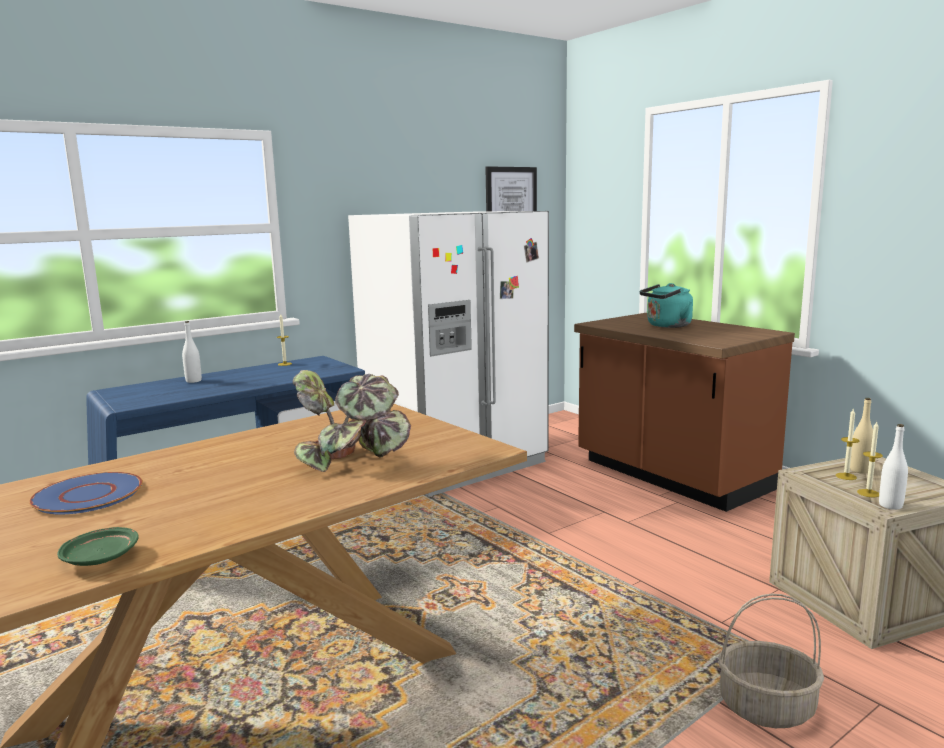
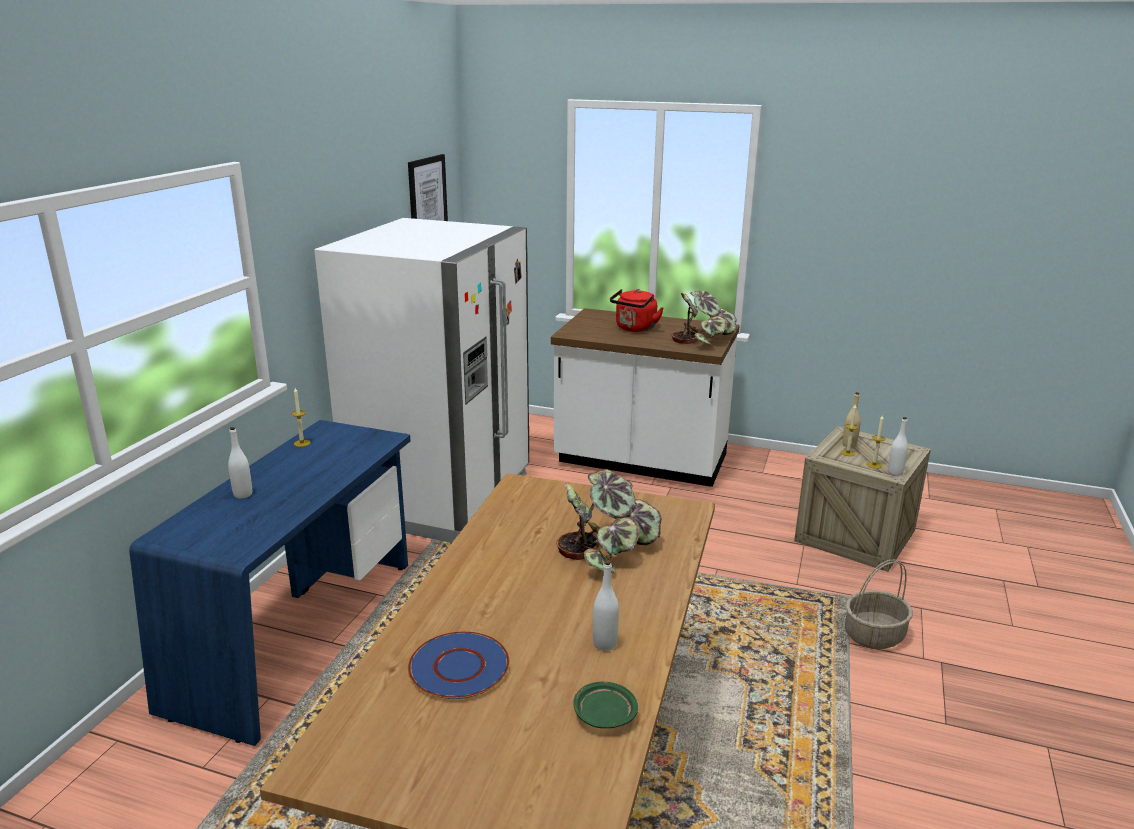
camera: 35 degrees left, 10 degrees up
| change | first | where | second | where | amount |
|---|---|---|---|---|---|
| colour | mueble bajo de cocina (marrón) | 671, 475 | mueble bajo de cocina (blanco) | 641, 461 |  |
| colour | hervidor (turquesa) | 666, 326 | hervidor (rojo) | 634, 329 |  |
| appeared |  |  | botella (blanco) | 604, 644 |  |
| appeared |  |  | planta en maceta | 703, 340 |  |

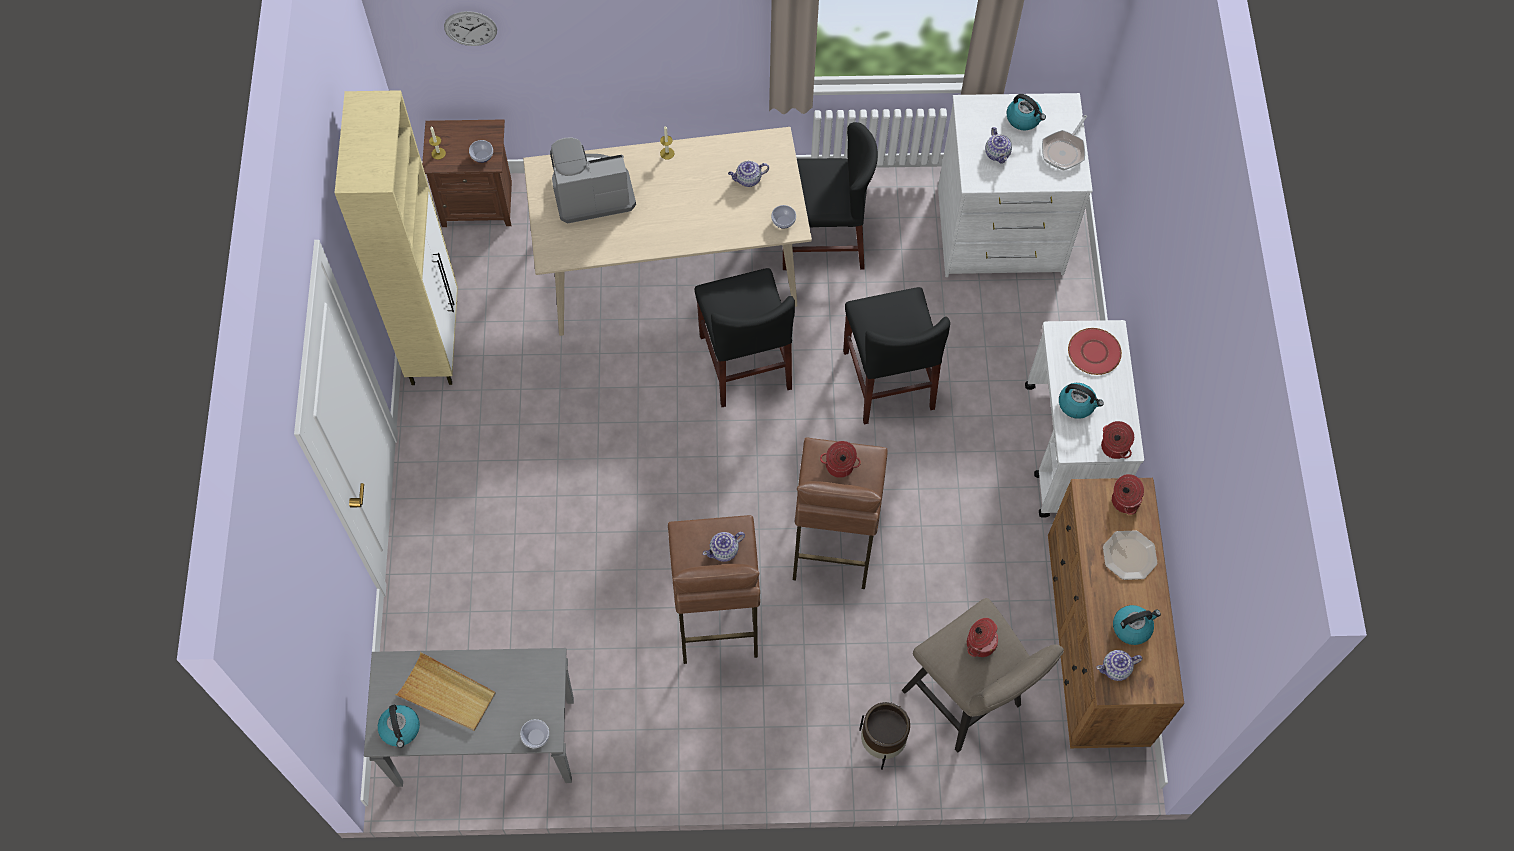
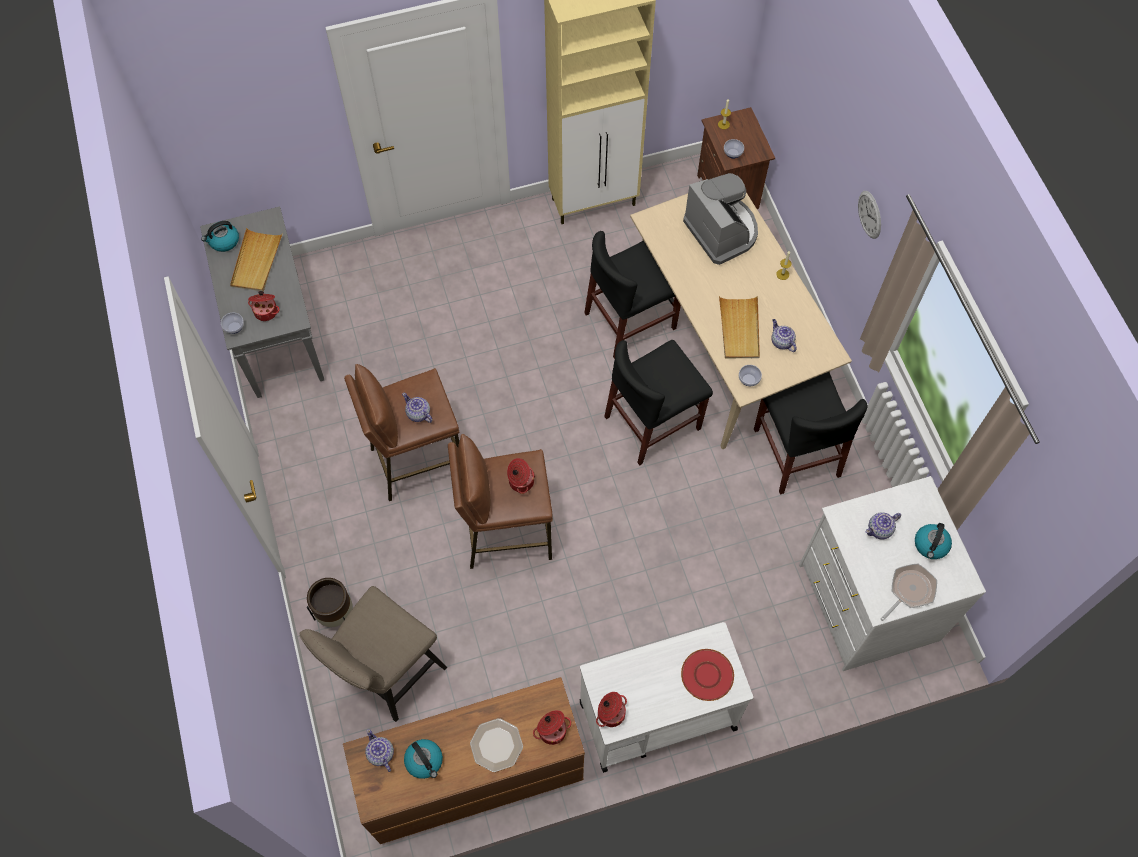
camera: 75 degrees right, 0 degrees up
| change | first | where | second | where | amount |
|---|---|---|---|---|---|
| relocated | reloj de pared | 470, 28 |  | 869, 214 |  |
| relocated | silla (negro) | 888, 379 |  | 630, 320 |  |
| relocated | olla | 980, 643 |  | 266, 311 |  |
| spun | sartén | 1064, 150 |  | 909, 590 | 120 degrees clockwise |
| missing | hervidor | 1077, 404 |  |  |  |
| appeared |  |  | bandeja (beis) | 739, 329 |  |

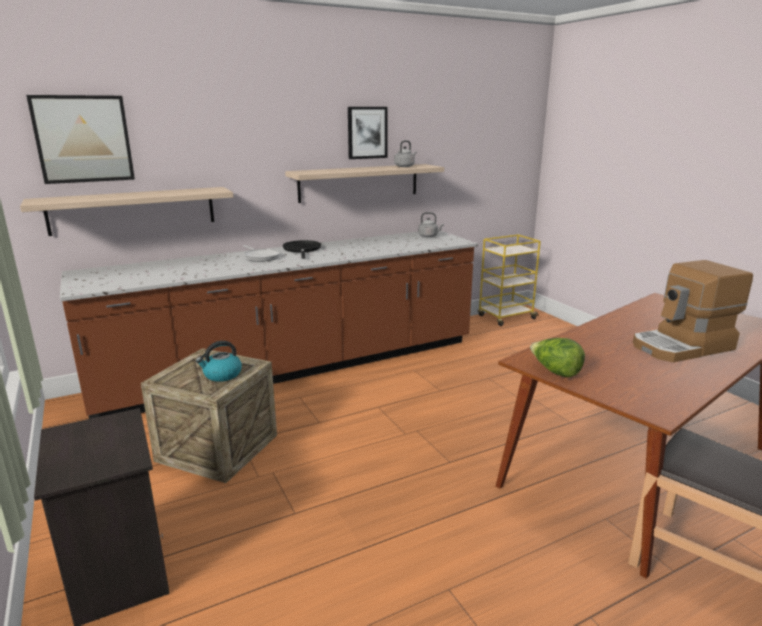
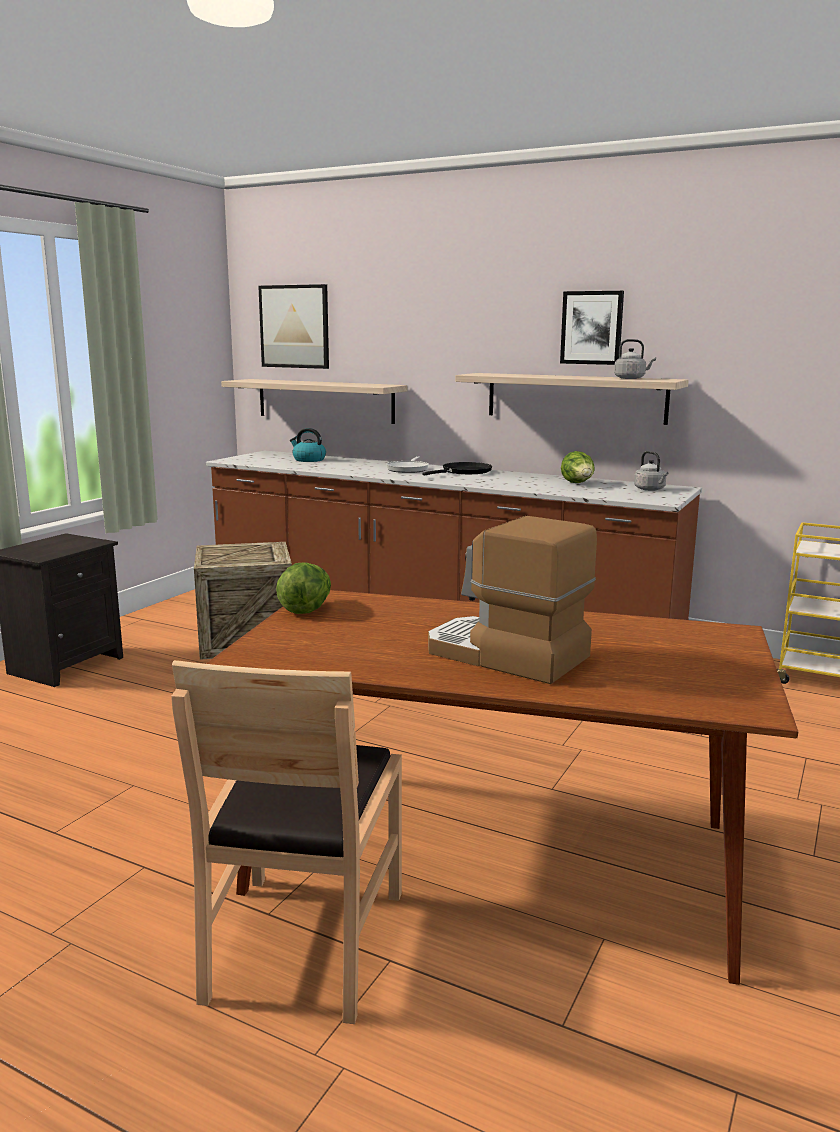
camera: 55 degrees right, 5 degrees down
| change | first | where | second | where | amount |
|---|---|---|---|---|---|
| relocated | hervidor | 222, 375 |  | 308, 460 |  |
| appeared |  |  | lechuga | 578, 484 |  |

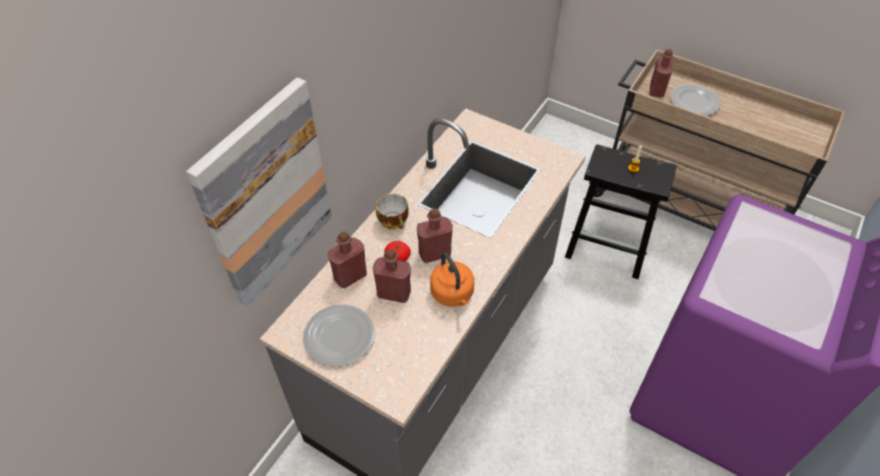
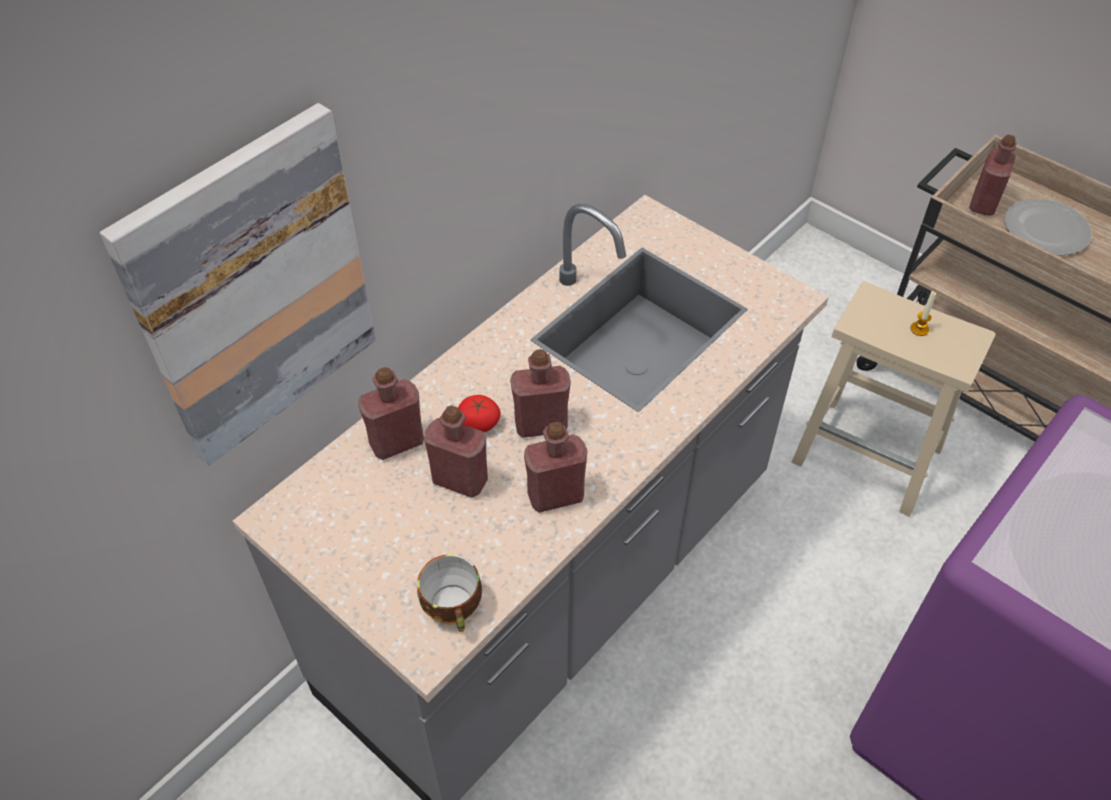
camera: 10 degrees right, 0 degrees up
| change | first | where | second | where | amount |
|---|---|---|---|---|---|
| missing | plato | 338, 336 |  |  |  |
| relocated | taza | 394, 222 |  | 454, 607 |  |
| exchanged | hervidor (naranja) | 453, 294 | botella (rojo) | 555, 495 |  |
| colour | taburete (negro) | 609, 247 | taburete (beis) | 869, 455 |  |

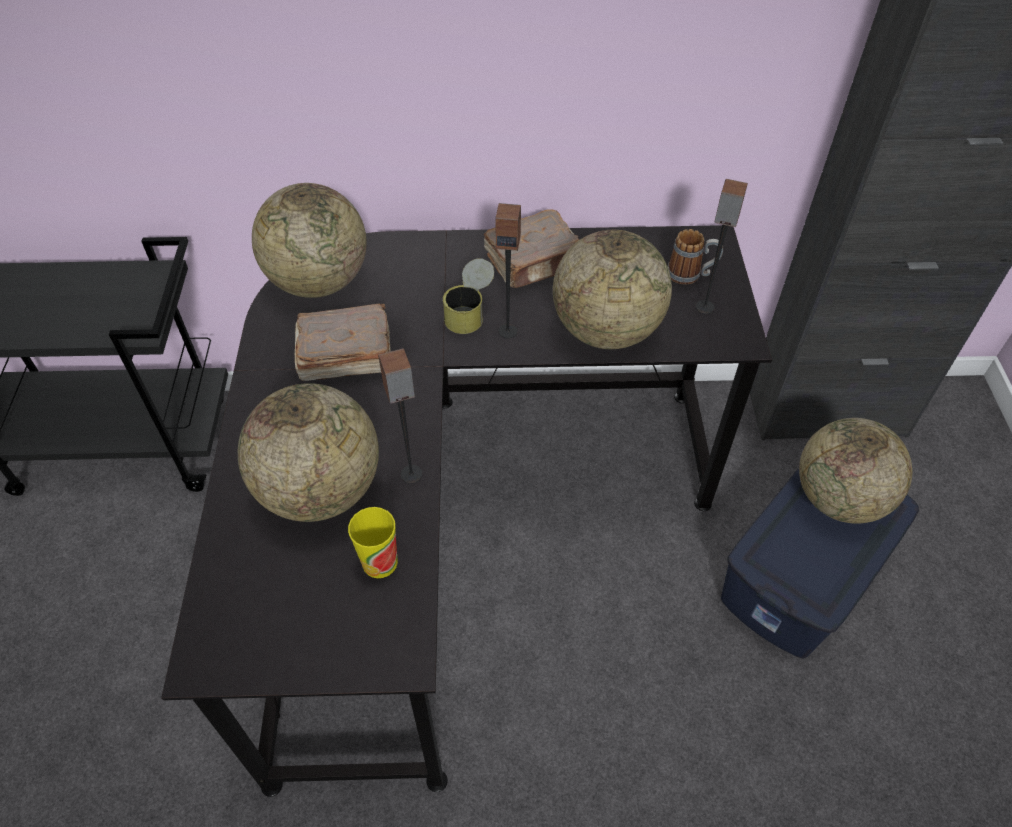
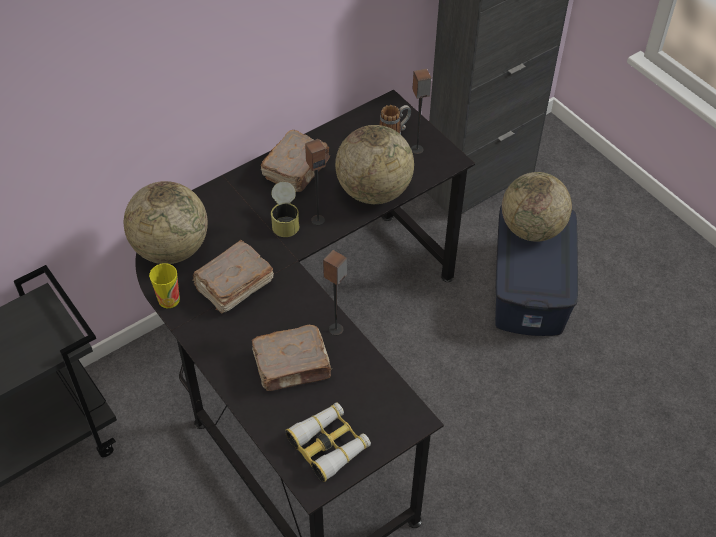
camera: 35 degrees left, 0 degrees up
| change | first | where | second | where | amount |
|---|---|---|---|---|---|
| exchanged | globo terráqueo | 321, 490 | libro (marrón) | 293, 366 |  |
| relocated | taza | 380, 562 |  | 169, 299 |  |
| appeared |  |  | prismáticos | 329, 445 |  |

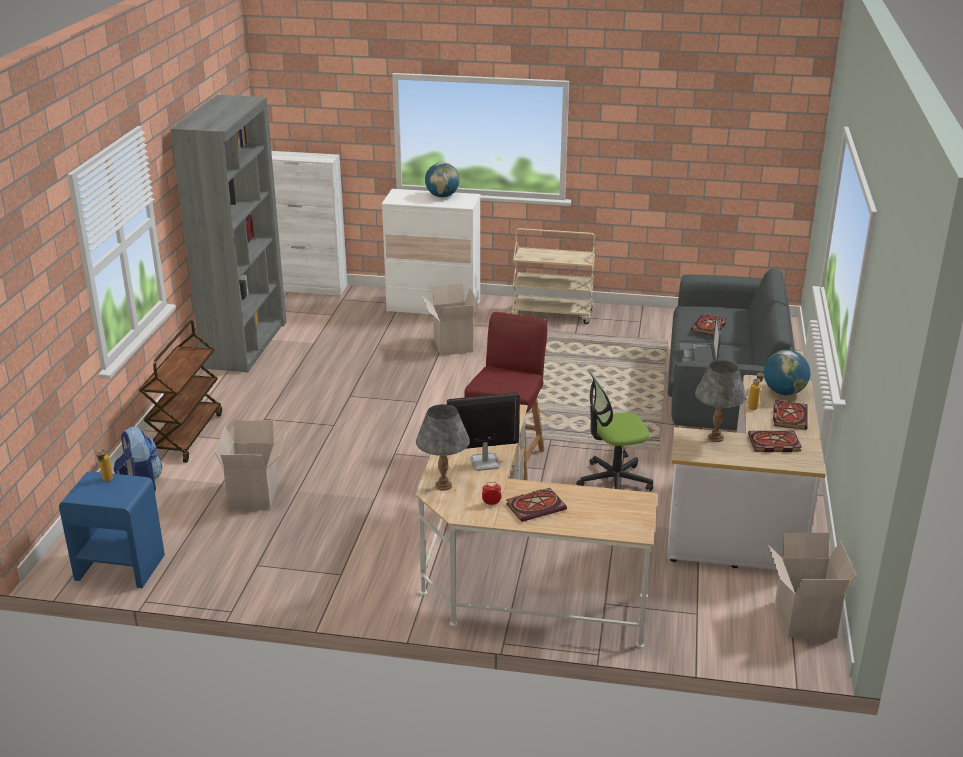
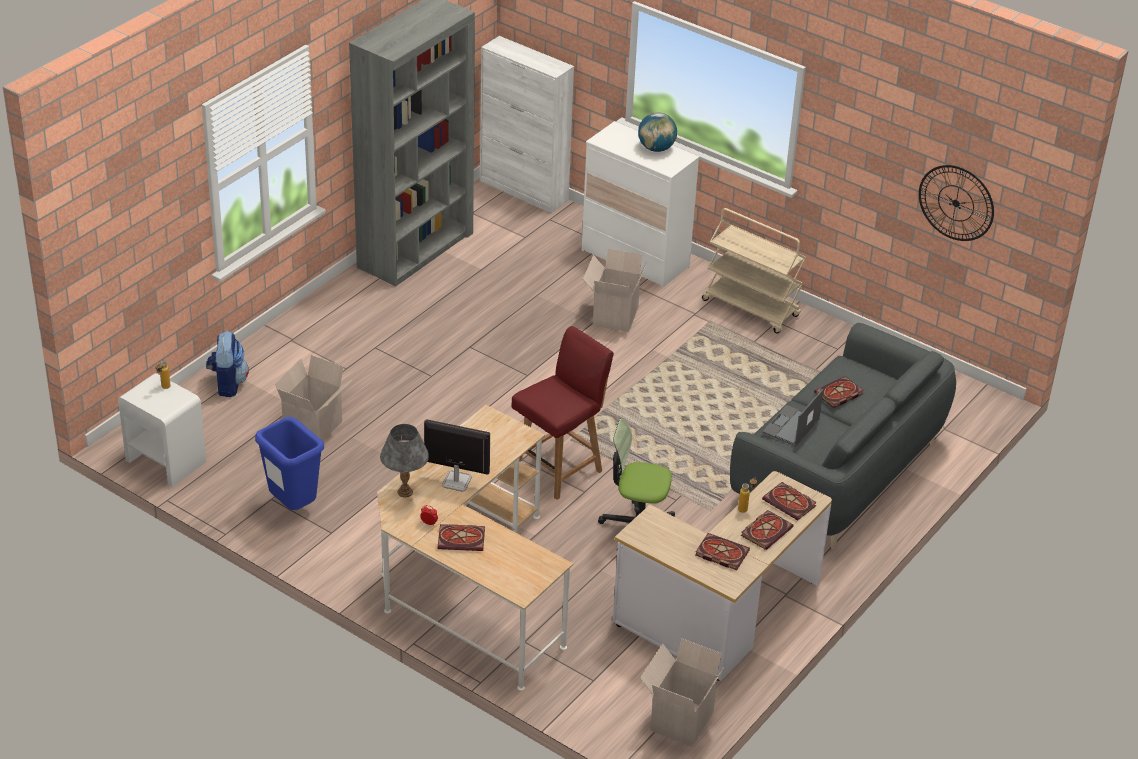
camera: 25 degrees right, 10 degrees up
| change | first | where | second | where | amount |
|---|---|---|---|---|---|
| colour | mesita de noche (azul) | 119, 567 | mesita de noche (blanco) | 165, 461 |  |
| missing | carrito (marrón) | 186, 435 |  |  |  |
| missing | lámpara de mesa (gris) | 715, 438 |  |  |  |
| exchanged | globo terráqueo | 784, 392 | libro | 790, 503 |  |
| appeared |  |  | papelera (azul) | 293, 506 |  |
| appeared |  |  | reloj de pared | 956, 203 |  |

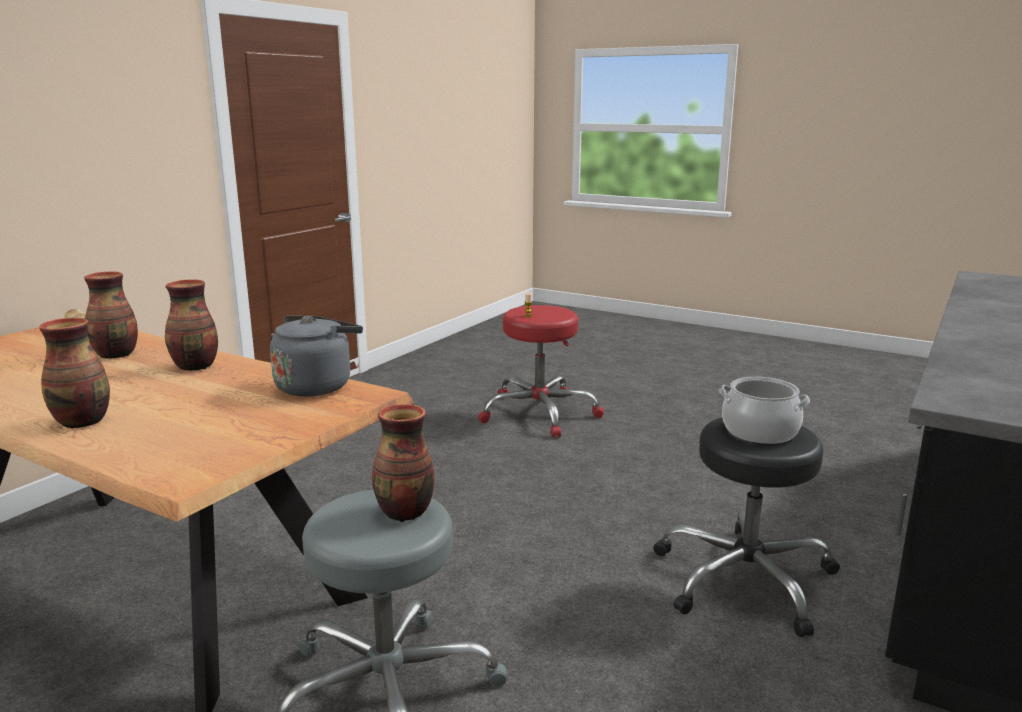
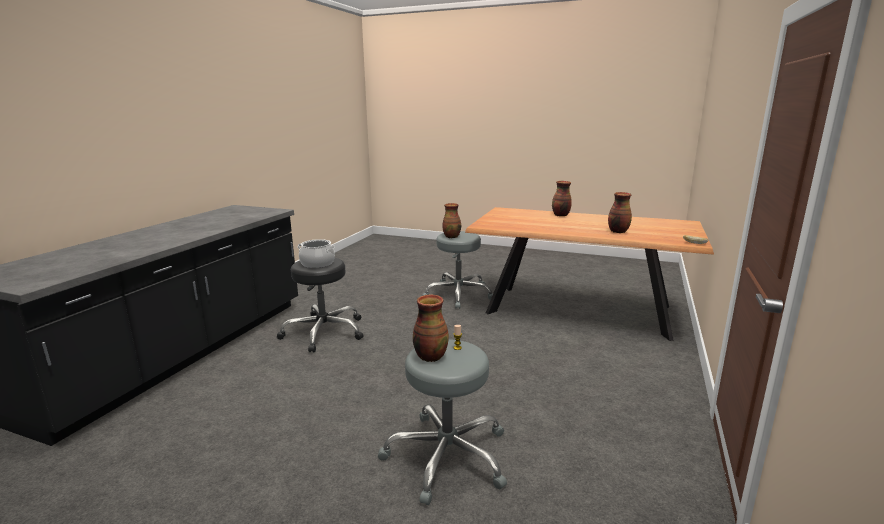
camera: 170 degrees right, 0 degrees up
| change | first | where | second | where | amount |
|---|---|---|---|---|---|
| relocated | florero | 196, 366 |  | 430, 356 |  |
| missing | hervidor (gris) | 316, 386 |  |  |  |
| colour | taburete (rojo) | 540, 413 | taburete (gris) | 447, 456 |  |

